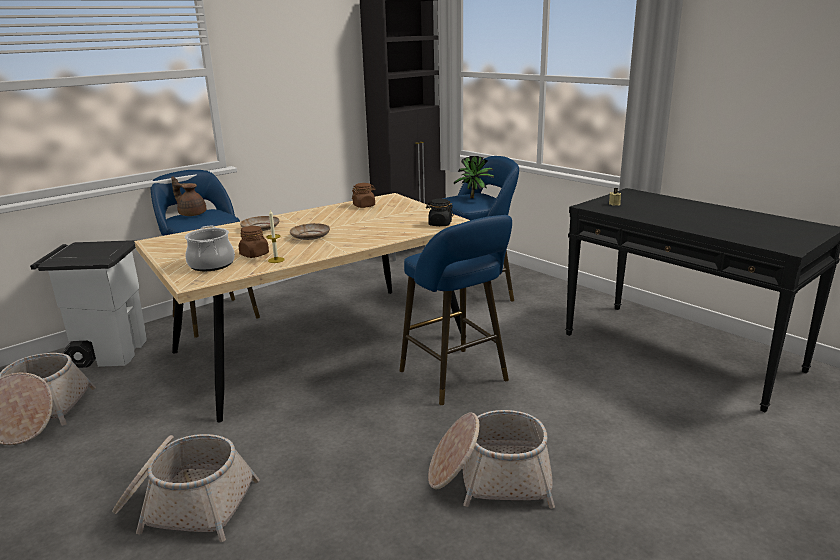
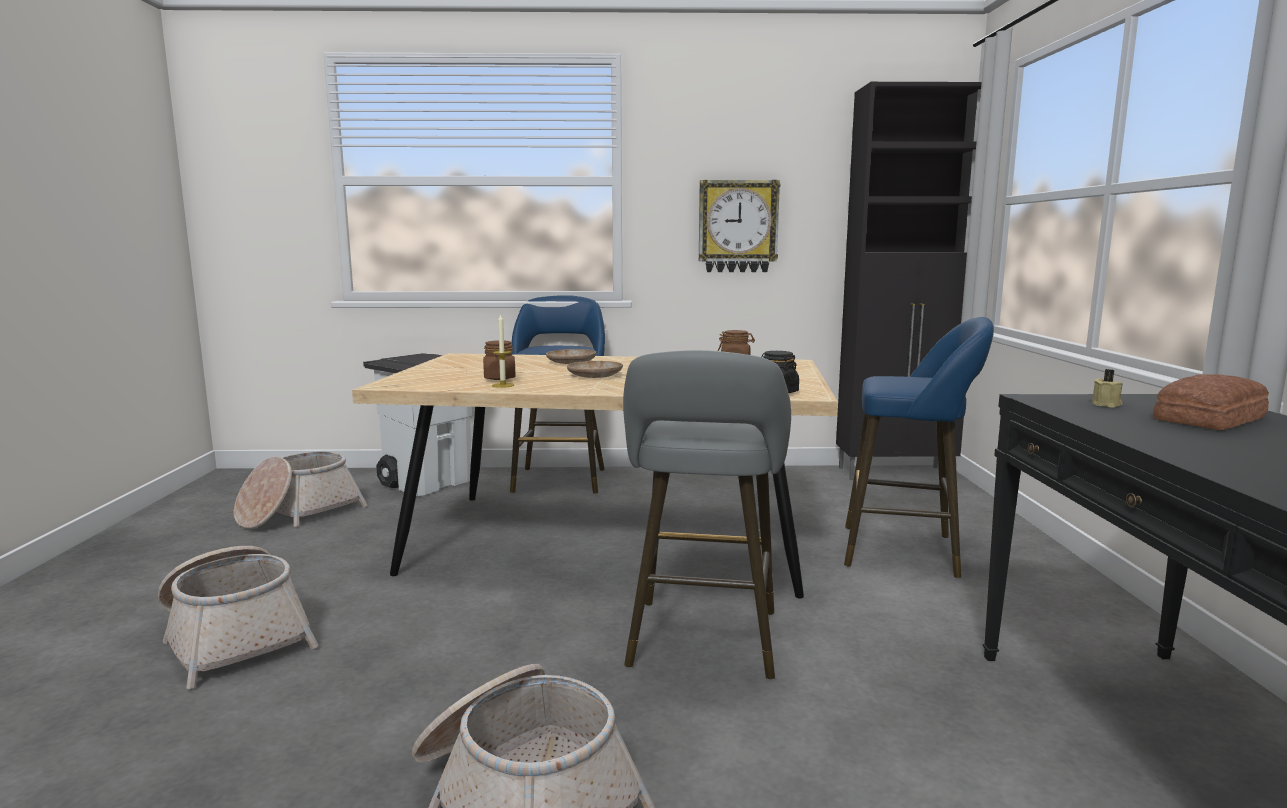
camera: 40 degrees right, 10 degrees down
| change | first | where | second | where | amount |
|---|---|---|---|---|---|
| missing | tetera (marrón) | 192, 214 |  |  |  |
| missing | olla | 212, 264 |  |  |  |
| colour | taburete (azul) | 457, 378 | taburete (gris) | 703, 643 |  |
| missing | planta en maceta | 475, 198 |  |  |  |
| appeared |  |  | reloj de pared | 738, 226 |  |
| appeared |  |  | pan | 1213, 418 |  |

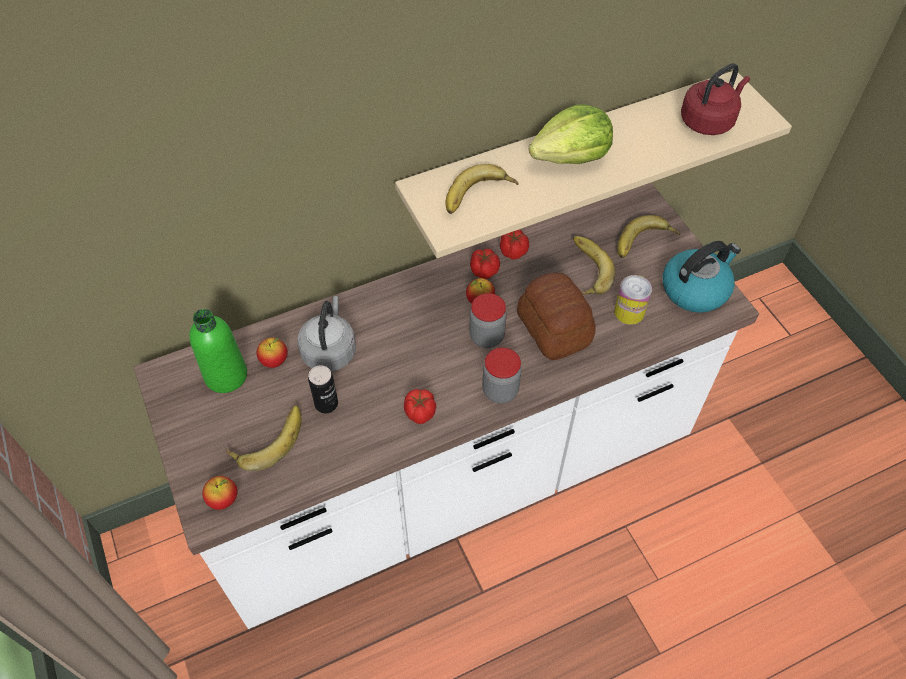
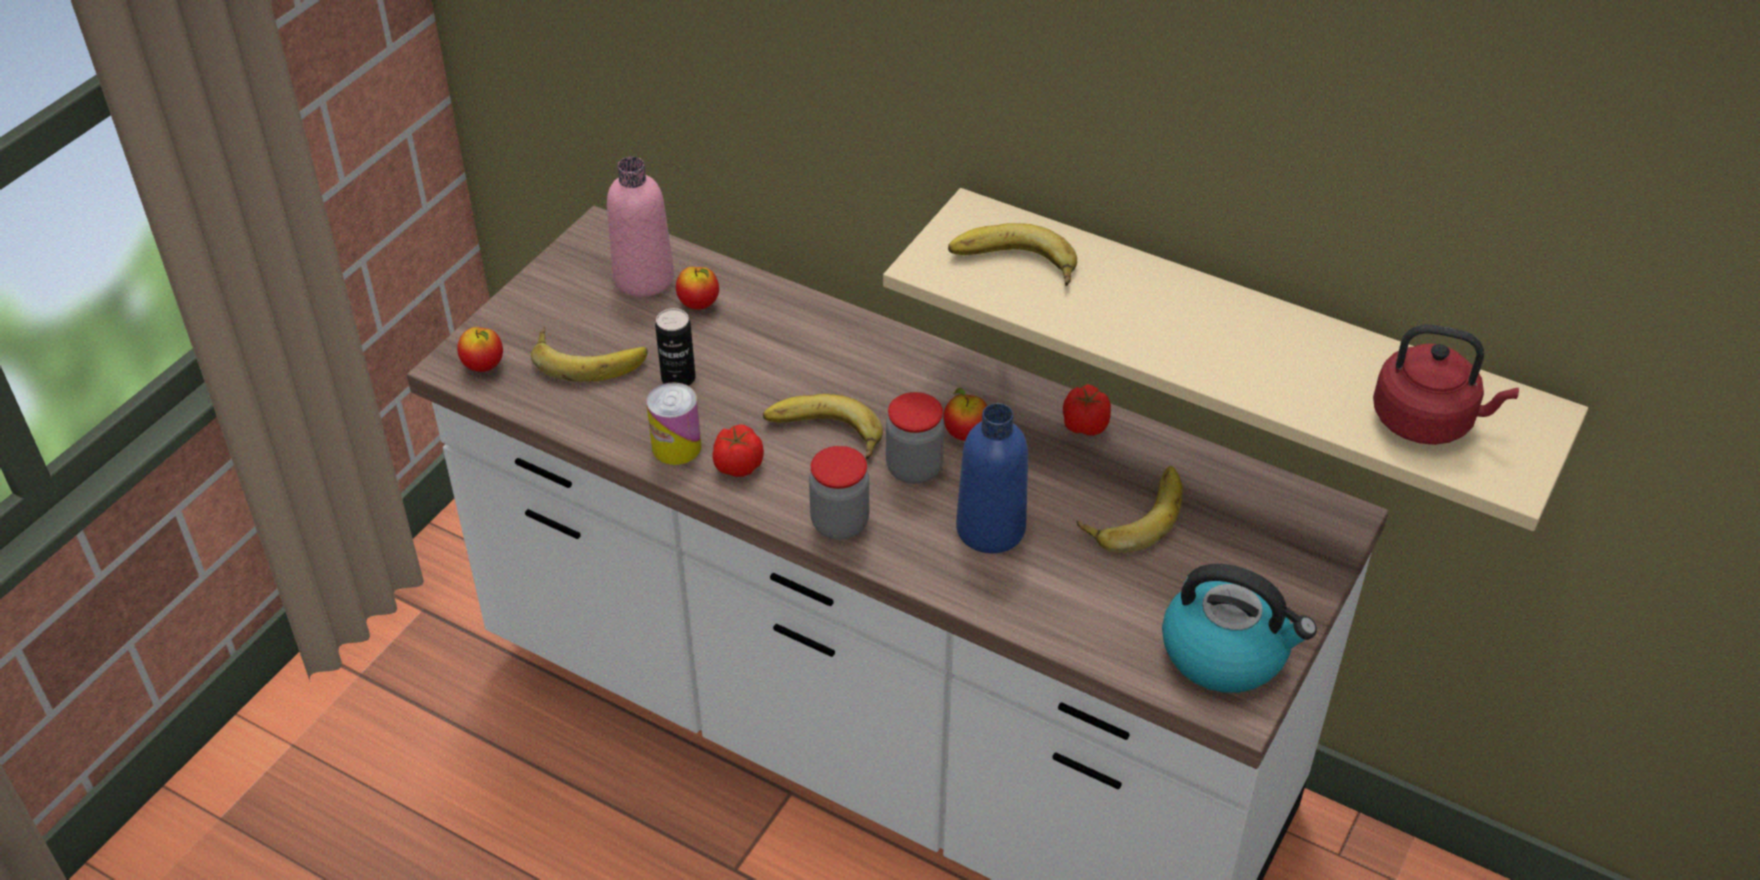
camera: 55 degrees right, 10 degrees down
| change | first | where | second | where | amount |
|---|---|---|---|---|---|
| colour | botella (verde) | 226, 375 | botella (rosa) | 644, 278 |  |
| missing | hervidor (gris) | 329, 350 |  |  |  |
| missing | tomate | 483, 270 |  |  |  |
| exchanged | pan | 553, 330 | botella (azul) | 990, 529 |  |
| missing | lechuga | 571, 157 |  |  |  |
| relocated | lata | 629, 312 |  | 676, 447 |  |
| relocated | plátano | 645, 243 |  | 823, 435 |  |

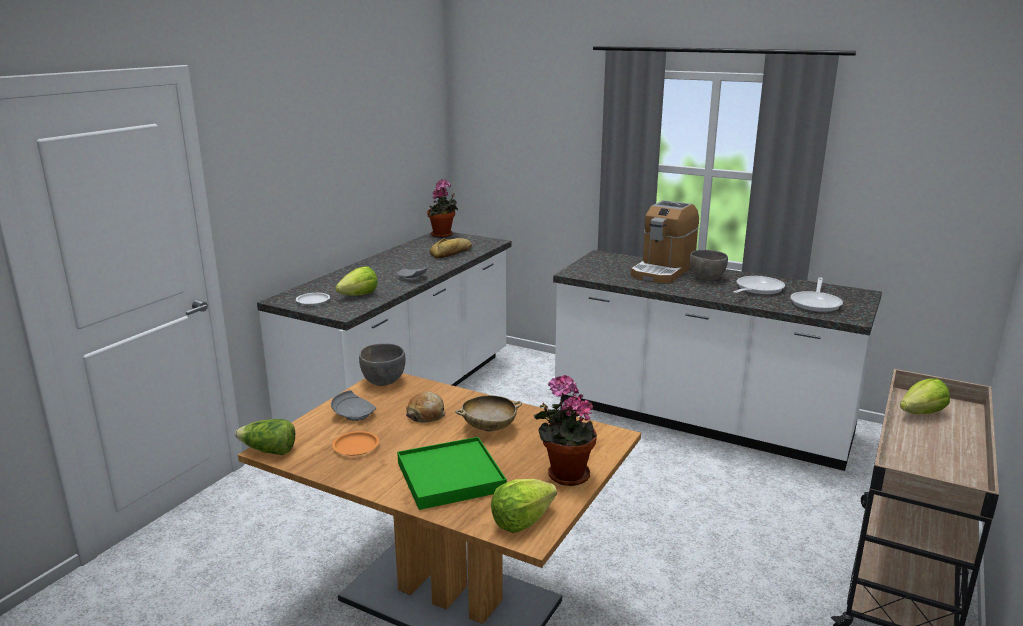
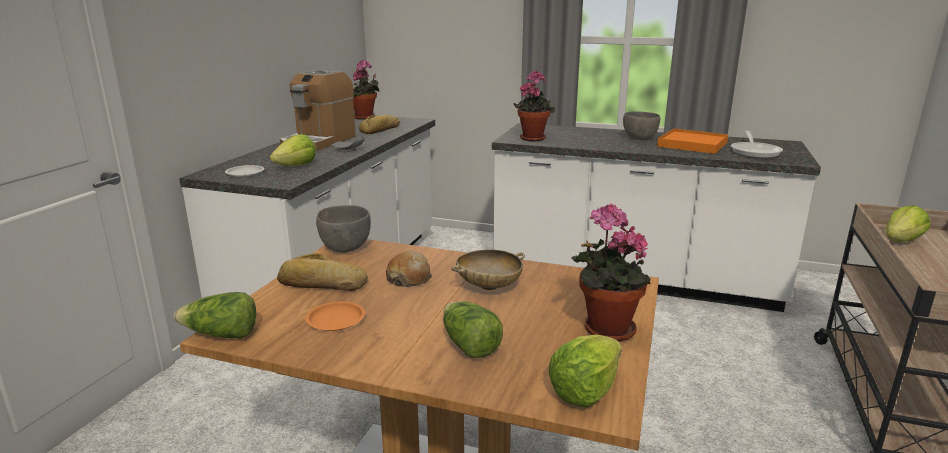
camera: 10 degrees left, 0 degrees up
| change | first | where | second | where | amount |
|---|---|---|---|---|---|
| exchanged | plato (gris) | 354, 414 | pan | 321, 284 |  |
| exchanged | bandeja (verde) | 450, 477 | lechuga | 469, 345 |  |
| relocated | cafetera | 663, 270 |  | 319, 141 |  |
| exchanged | sartén | 757, 289 | bandeja (naranja) | 692, 144 |  |
| appeared |  |  | planta en maceta | 533, 138 |  |

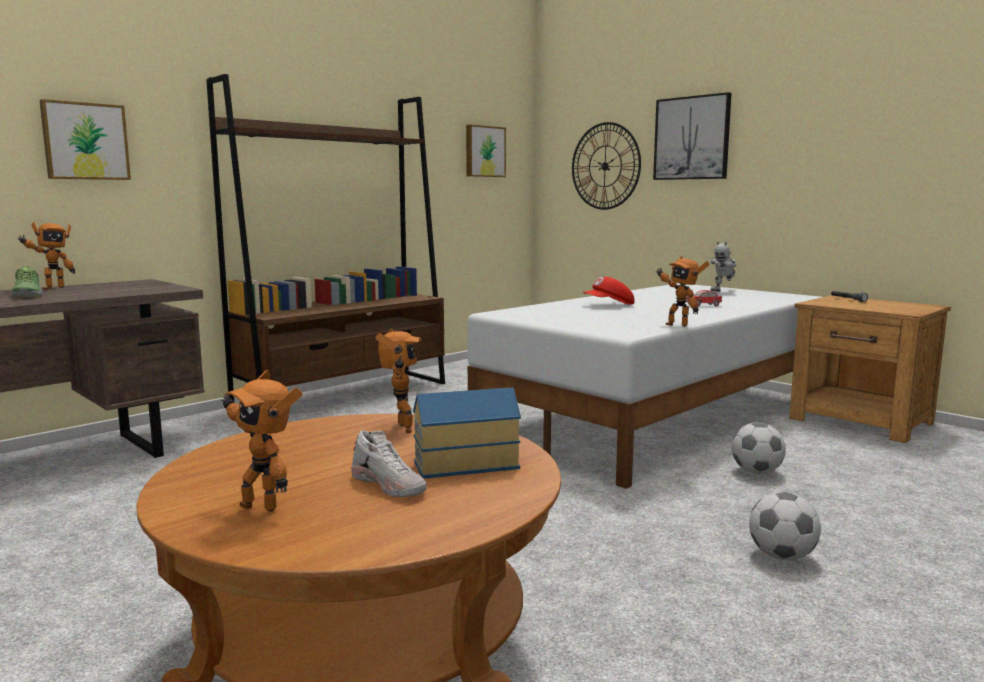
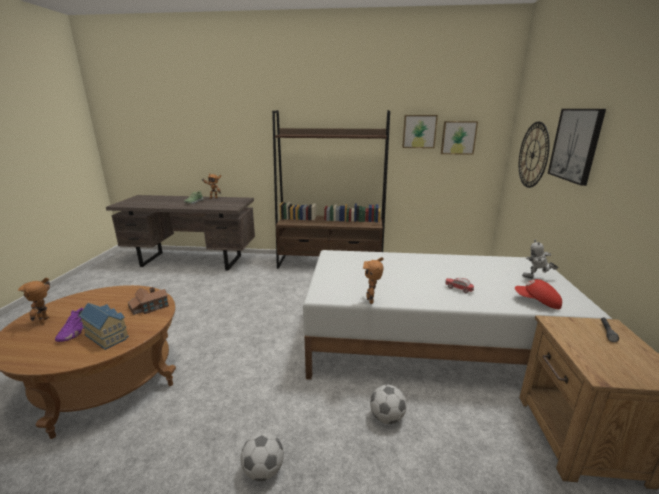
camera: 50 degrees right, 10 degrees up
| change | first | where | second | where | amount |
|---|---|---|---|---|---|
| relocated | cuadro | 85, 141 |  | 419, 131 |  |
| colour | zapato (blanco) | 389, 485 | zapato (morado) | 75, 332 |  |
| exchanged | robot de juguete | 400, 429 | casita | 148, 307 |  |
| relocated | gorra (rojo) | 609, 305 |  | 537, 302 |  |

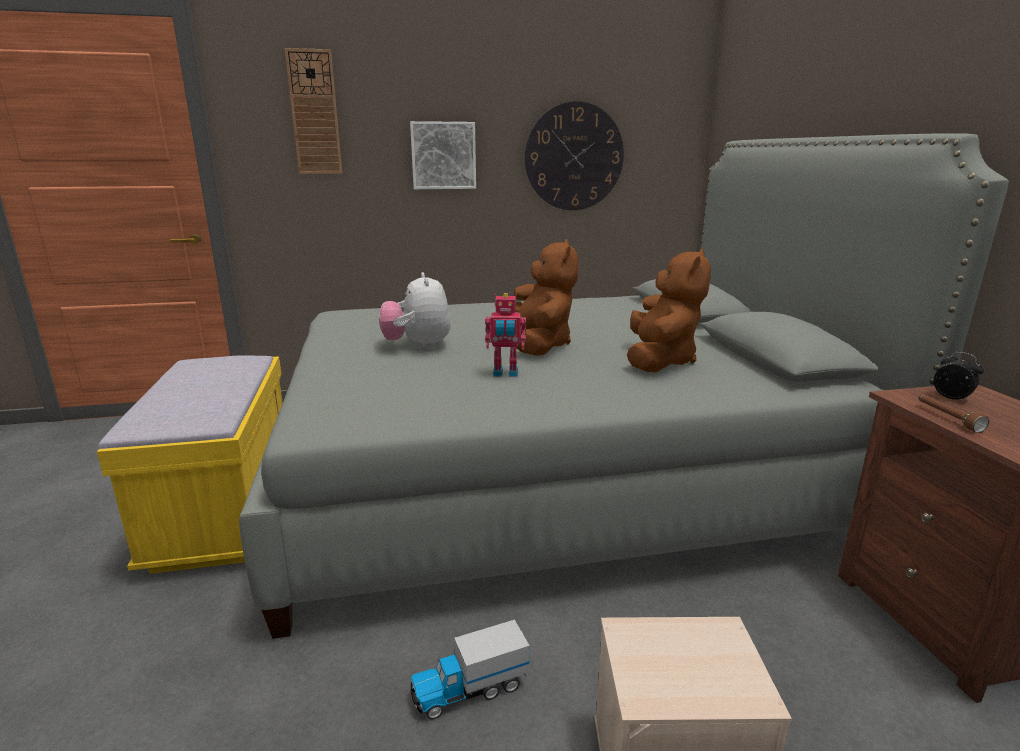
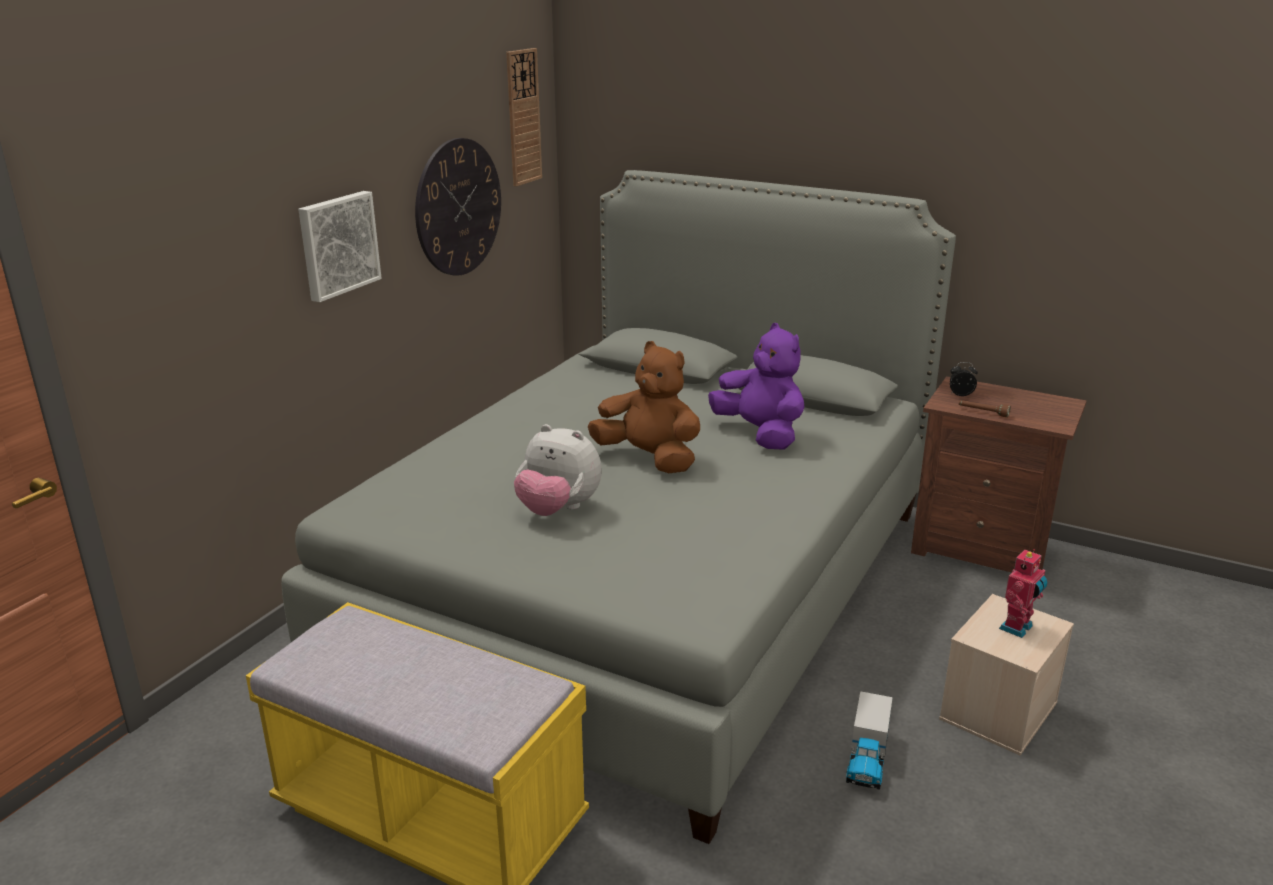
camera: 50 degrees left, 5 degrees up
| change | first | where | second | where | amount |
|---|---|---|---|---|---|
| relocated | reloj de pared | 314, 113 |  | 523, 117 |  |
| relocated | robot de juguete | 505, 373 |  | 1018, 628 |  |
| colour | peluche (marrón) | 659, 361 | peluche (morado) | 760, 434 |  |

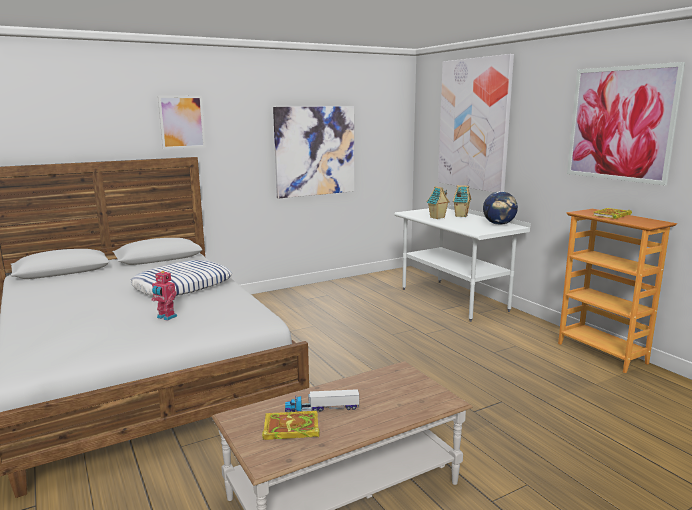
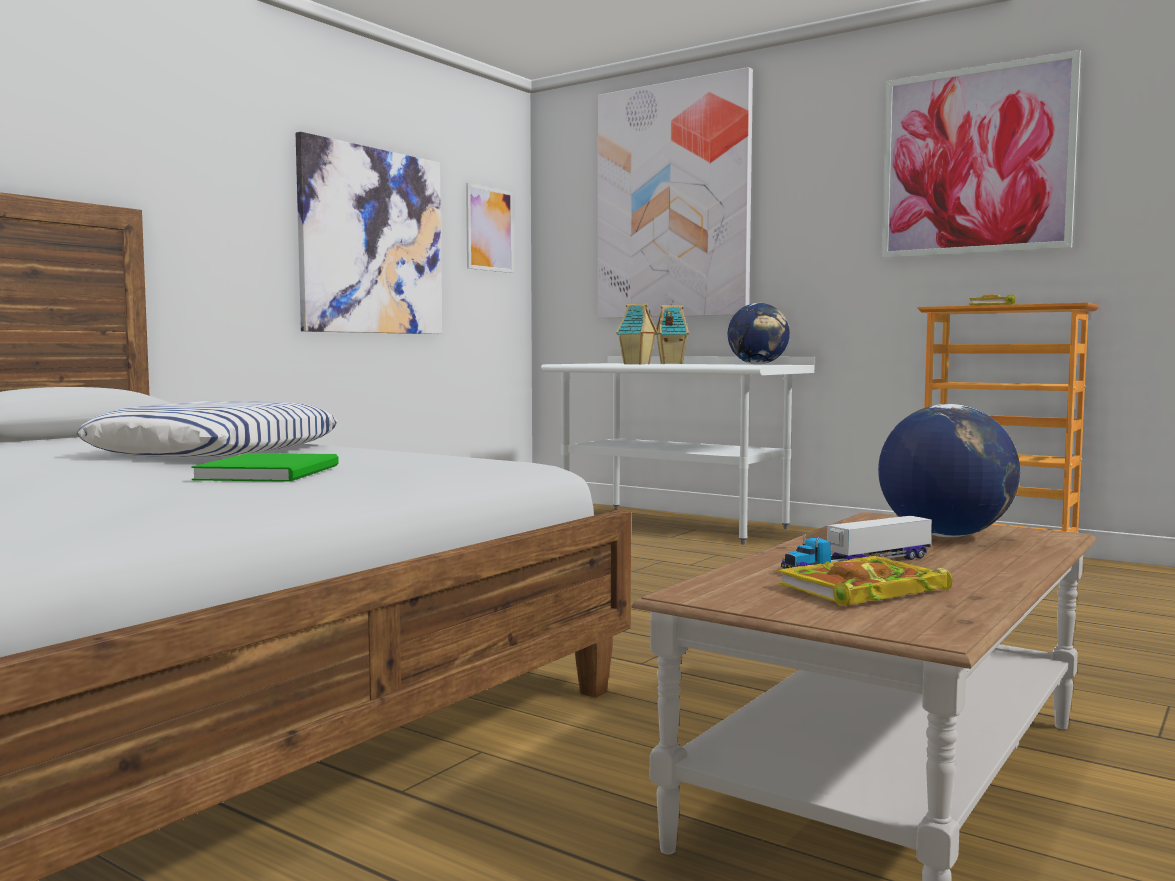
camera: 25 degrees left, 10 degrees down
| change | first | where | second | where | amount |
|---|---|---|---|---|---|
| exchanged | robot de juguete | 166, 317 | libro (verde) | 274, 472 |  |
| relocated | cuadro | 182, 122 |  | 489, 229 |  |
| appeared |  |  | globo terráqueo | 944, 535 |  |

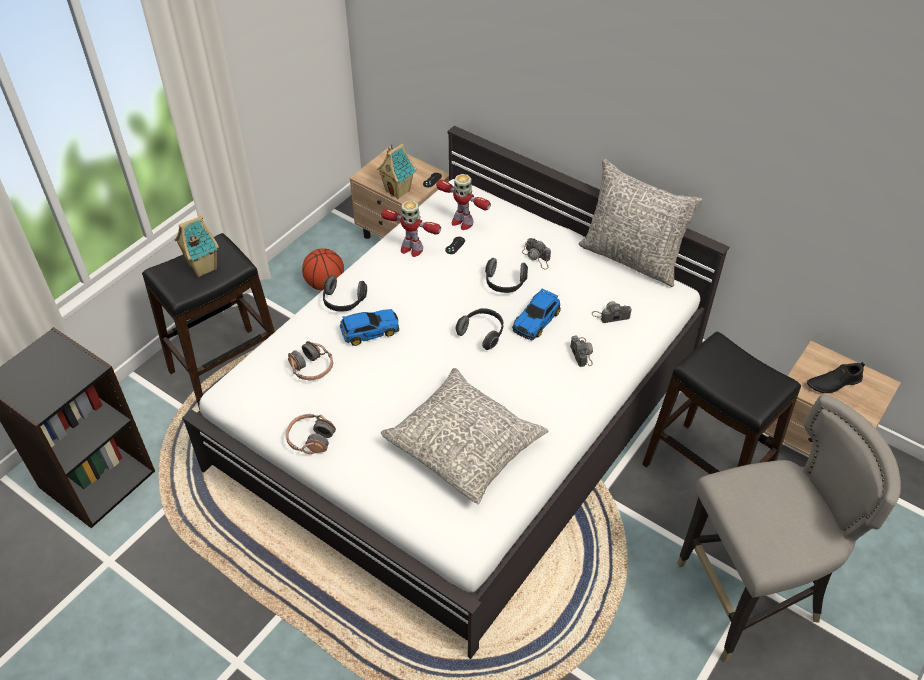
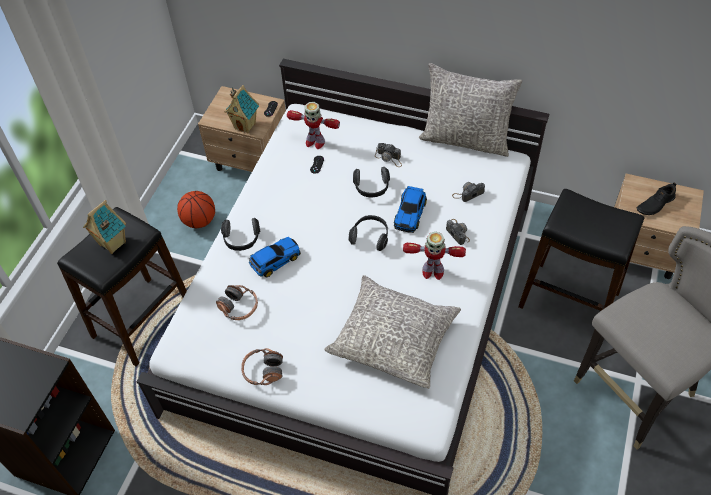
camera: 15 degrees left, 5 degrees up
| change | first | where | second | where | amount |
|---|---|---|---|---|---|
| relocated | robot de juguete | 411, 249 |  | 432, 271 |  |

